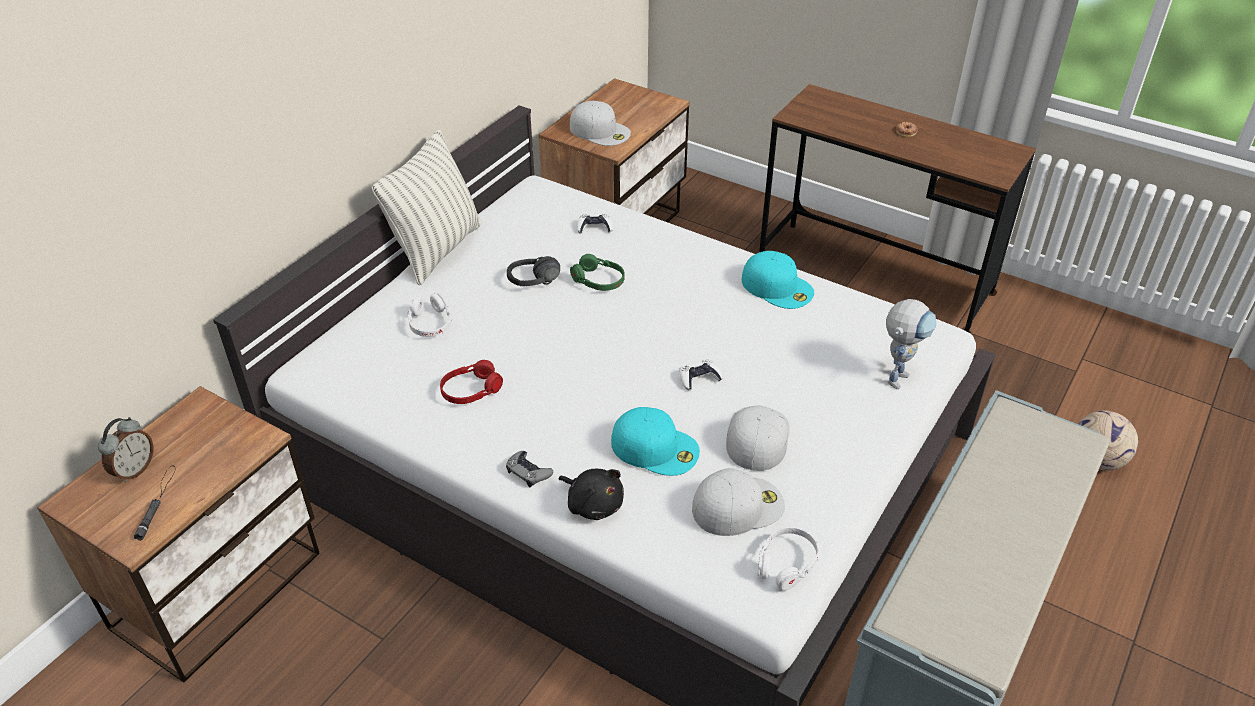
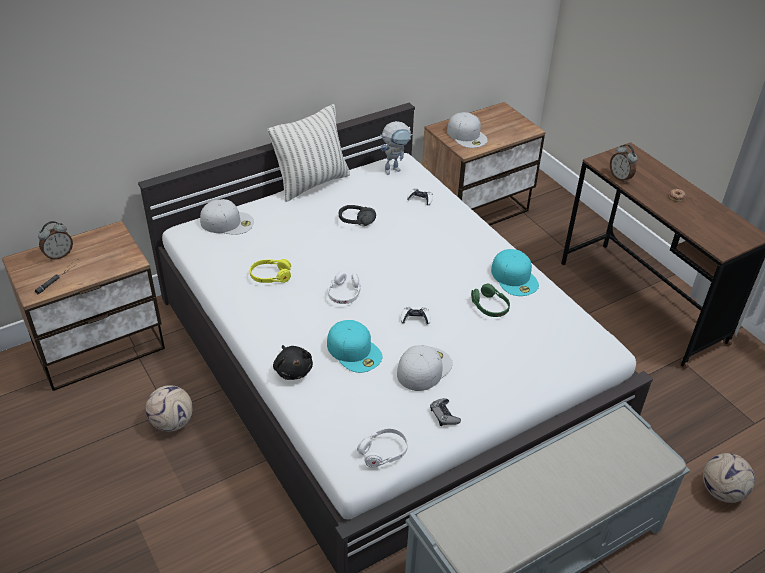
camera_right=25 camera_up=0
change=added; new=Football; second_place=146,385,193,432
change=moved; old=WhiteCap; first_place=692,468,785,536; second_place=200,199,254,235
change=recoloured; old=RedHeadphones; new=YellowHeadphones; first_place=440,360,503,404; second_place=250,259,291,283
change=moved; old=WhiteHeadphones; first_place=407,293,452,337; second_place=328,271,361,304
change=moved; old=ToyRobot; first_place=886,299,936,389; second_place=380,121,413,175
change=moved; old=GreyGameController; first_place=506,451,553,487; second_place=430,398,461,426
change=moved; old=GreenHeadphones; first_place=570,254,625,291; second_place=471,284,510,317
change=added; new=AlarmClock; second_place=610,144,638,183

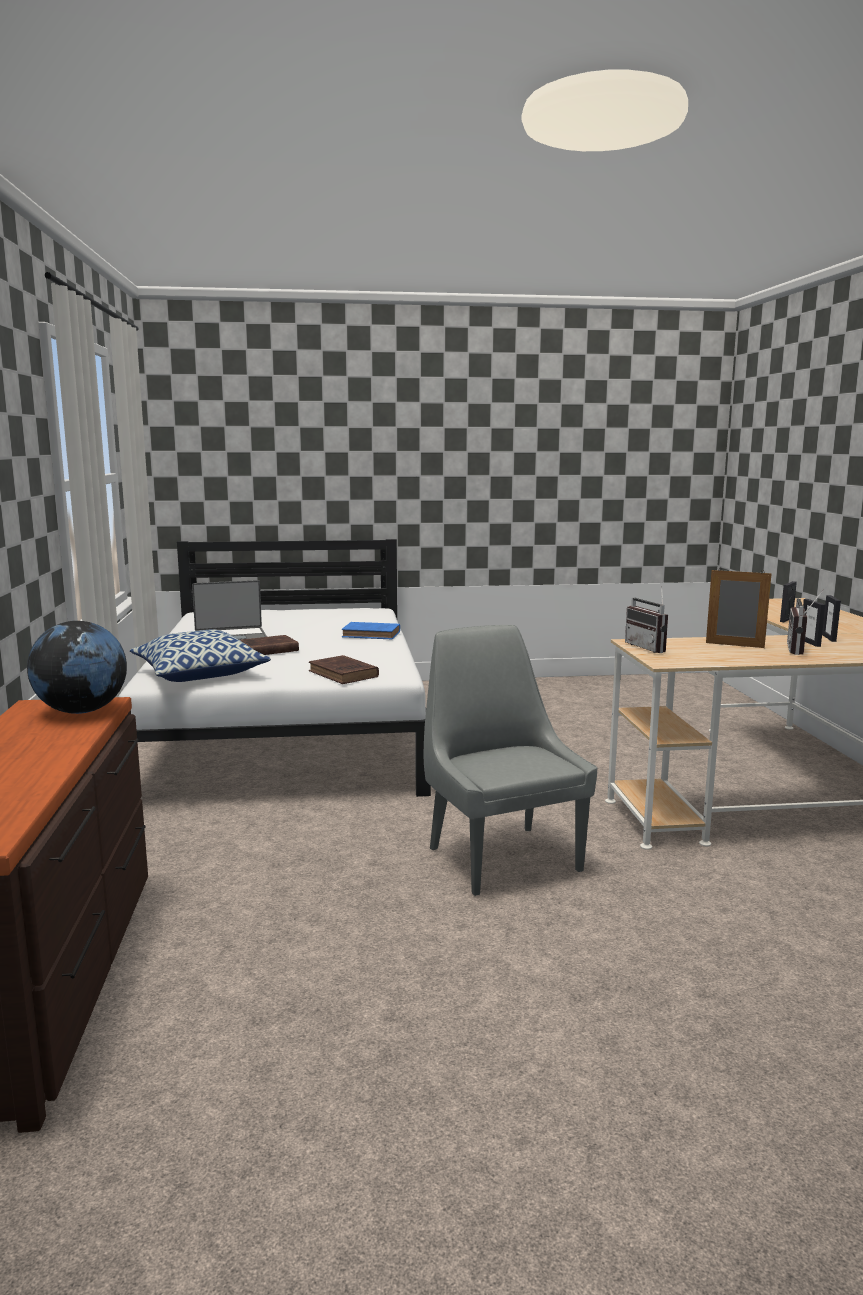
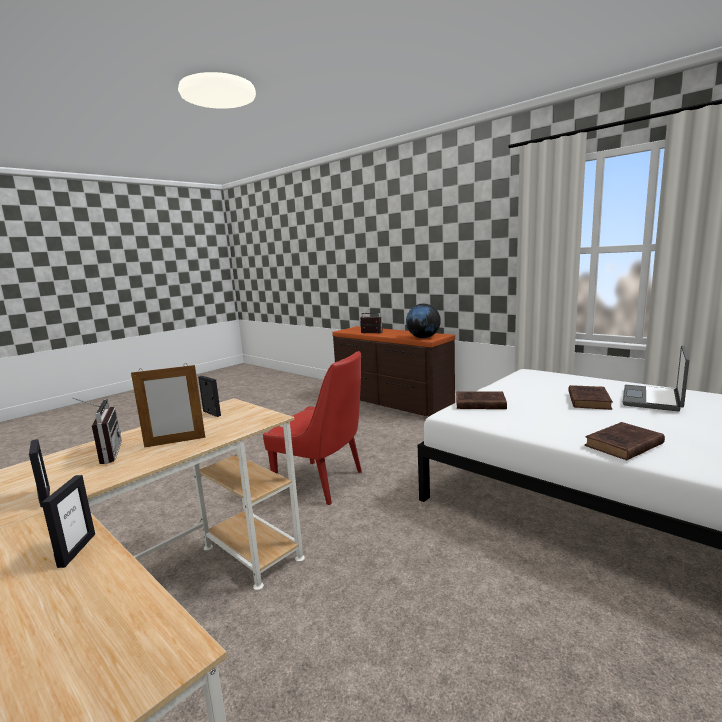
camera_right=140 camera_up=0
change=moved; old=PictureFrame; first_place=803,599,825,647; second_place=198,376,221,417
change=recoloured; old=GreyChair; new=RedChair; first_place=424,625,598,896; second_place=263,351,362,505
change=moved; old=Radio; first_place=625,586,668,653; second_place=360,309,383,334
change=recoloured; old=BlueBook; new=BrownBook; first_place=342,622,400,639; second_place=585,422,665,460
change=removed; old=Pillow; first_place=130,629,271,682

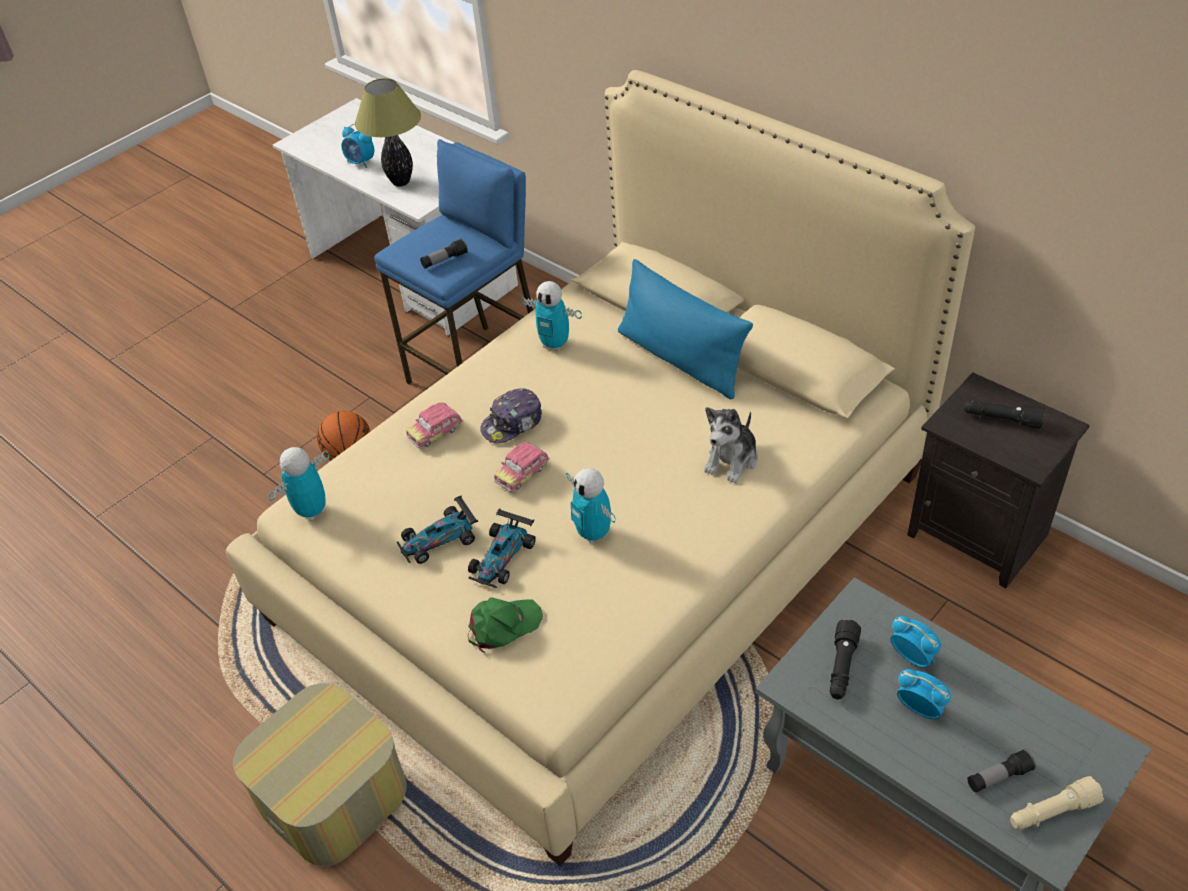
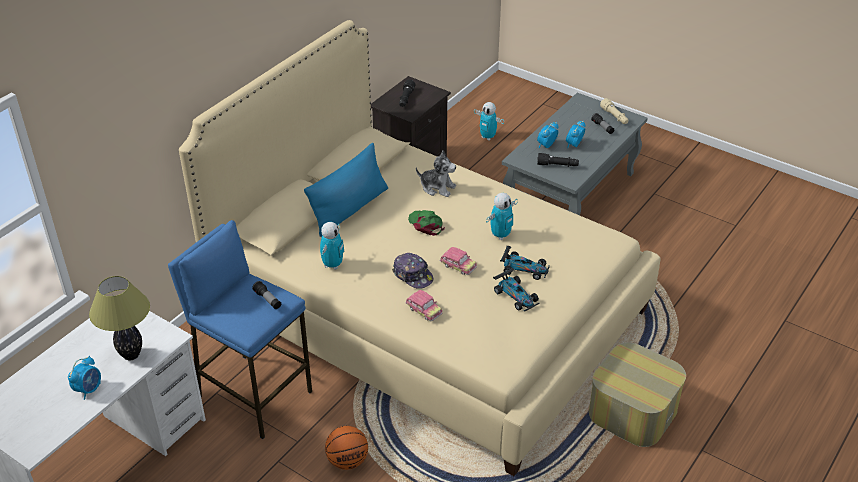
camera_right=-100 camera_up=-5
change=moved; old=GreenCap; first_place=468,598,543,653; second_place=408,210,445,236
change=moved; old=ToyRobot; first_place=269,447,330,521; second_place=474,102,504,141

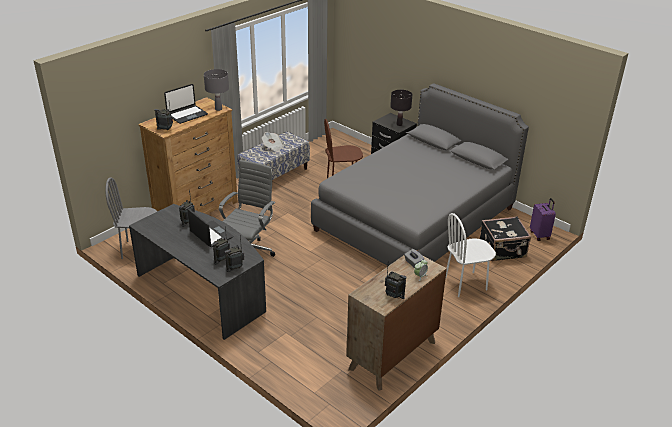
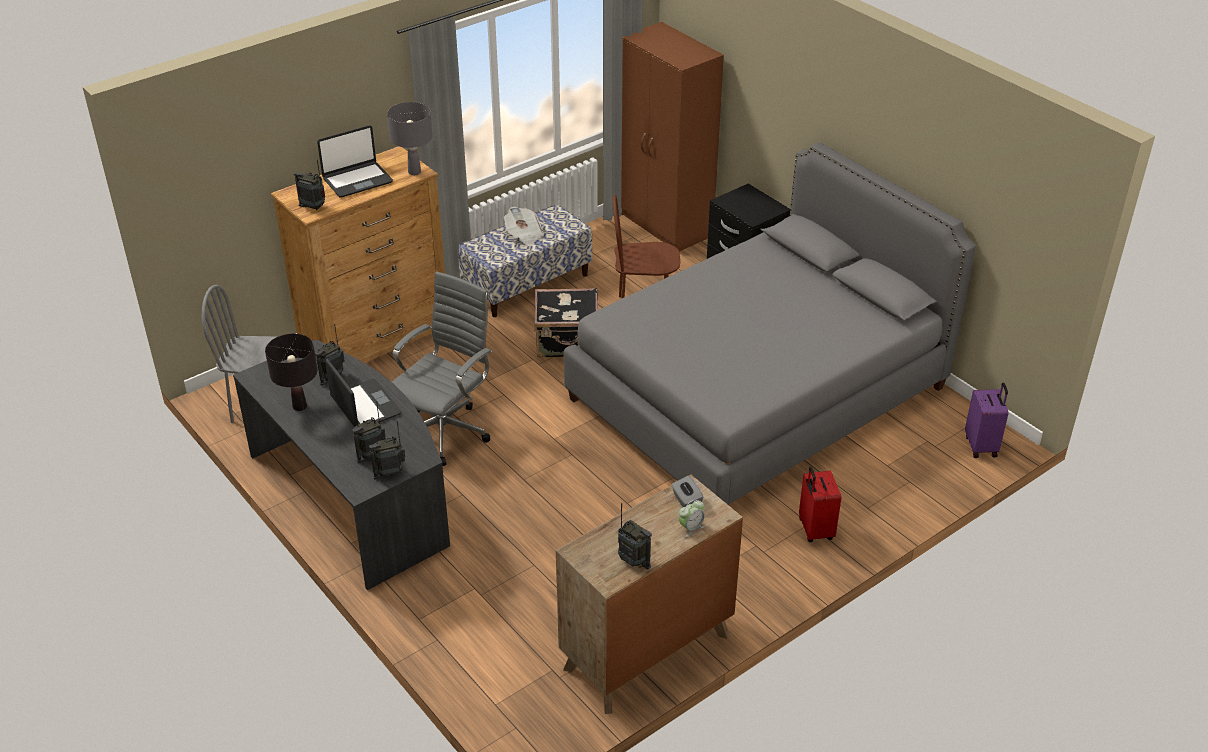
camera_right=10 camera_up=5
change=moved; old=BlackTableLamp; first_place=390,90,412,126; second_place=265,334,318,411
change=moved; old=BlackSuitcase; first_place=480,216,531,261; second_place=534,288,598,358
change=added; new=BrownWardrobe; second_place=621,22,724,252
change=replaced; old=WhiteChair; new=RedSuitcase; first_place=446,213,496,297; second_place=799,467,841,542

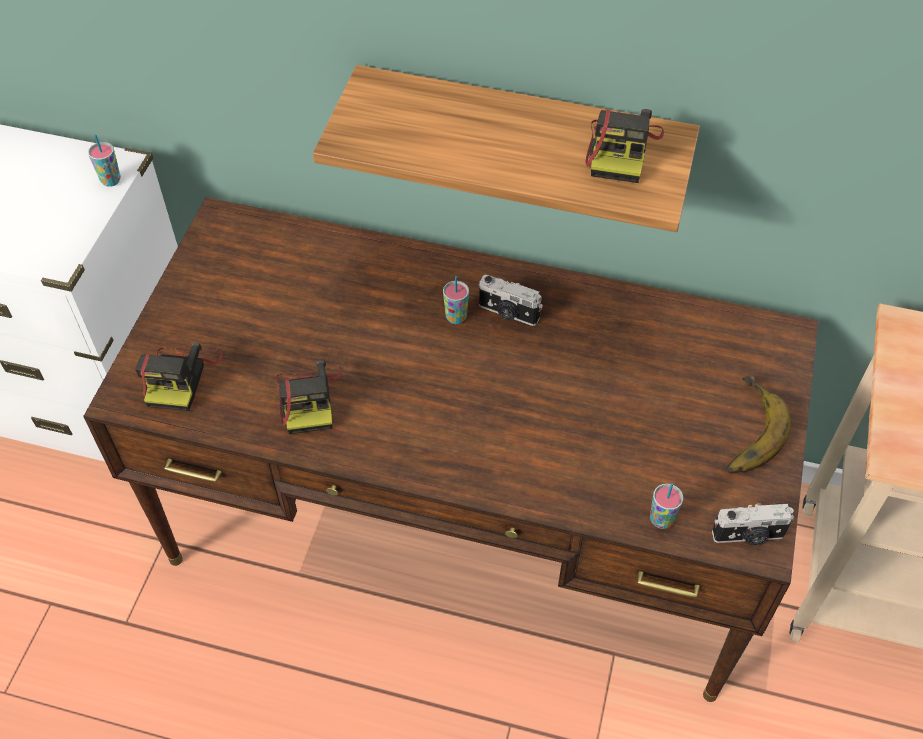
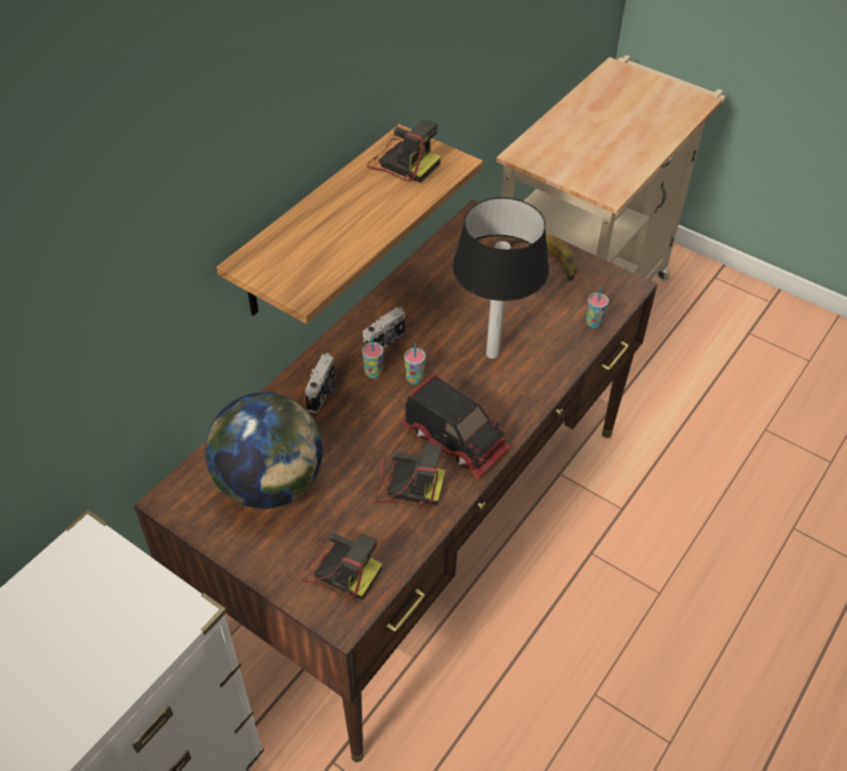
camera_right=-70 camera_up=-5
change=added; new=Globe; second_place=205,392,323,509
change=moved; old=PhotoCamera; first_place=712,503,794,546; second_place=305,353,335,413
change=added; new=ToyTruck; second_place=401,373,511,479
change=moved; old=Cup; first_place=88,134,121,187; second_place=404,343,426,385
change=added; new=TableLamp; second_place=452,197,549,359

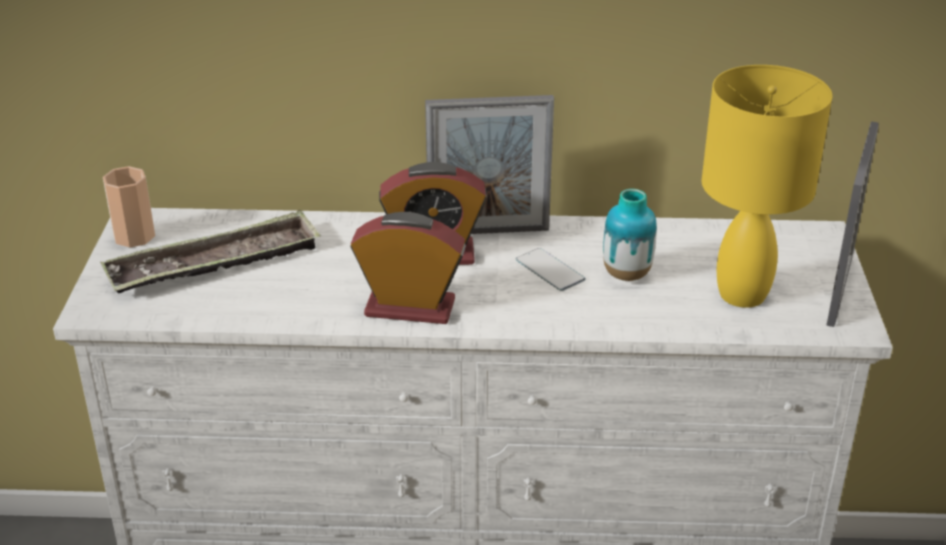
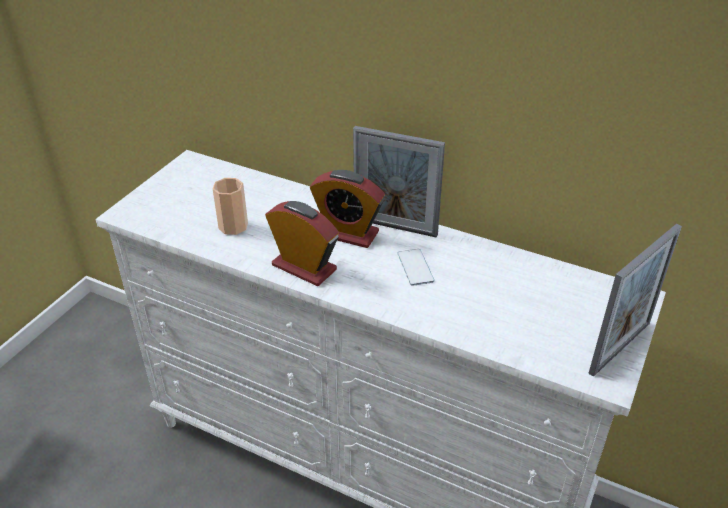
camera_right=25 camera_up=5
change=moved; old=Cup; first_place=103,166,155,247; second_place=212,178,248,235
change=removed; old=Tray; first_place=100,210,320,293
change=removed; old=Vase; first_place=603,189,657,281
change=removed; old=YellowTableLamp; first_place=702,65,832,308

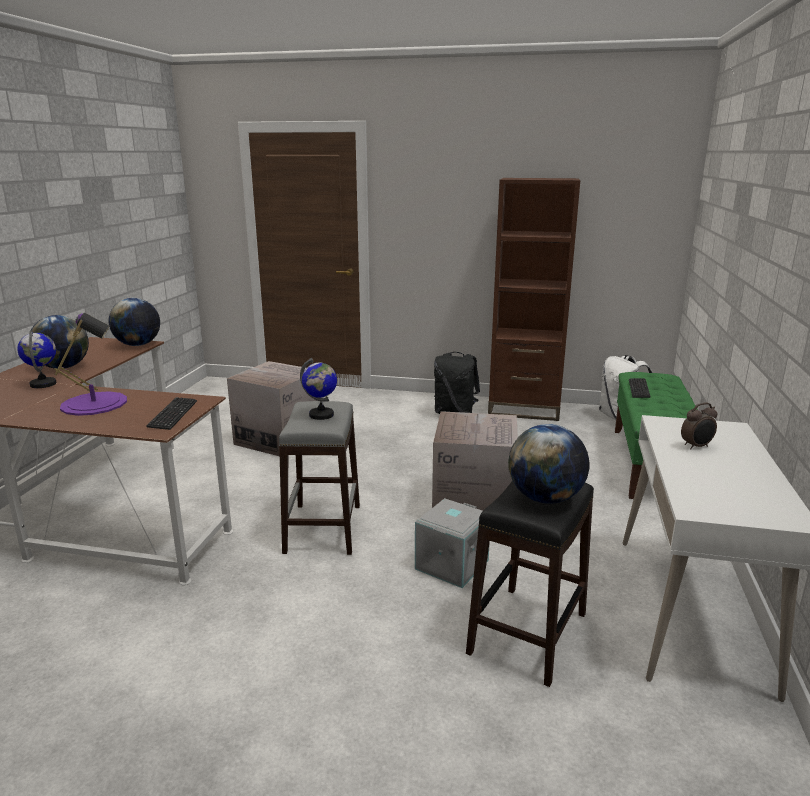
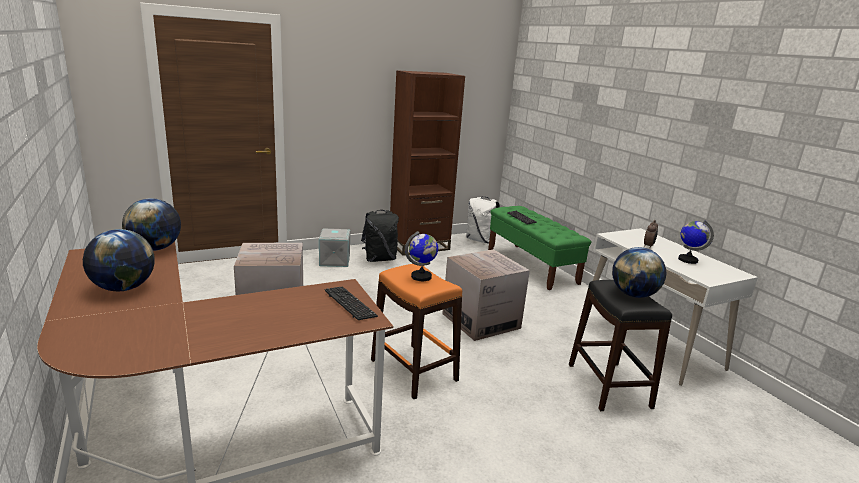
camera_right=-40 camera_up=0
change=moved; old=GreyStorageBox; first_place=415,498,490,588; second_place=319,229,350,267
change=recoloured; old=GreyStool; new=OrangeStool; first_place=279,401,360,555; second_place=371,264,462,399
change=moved; old=Globe; first_place=17,331,56,388; second_place=678,220,714,264
change=removed; old=PurpleTableLamp; first_place=54,313,127,416

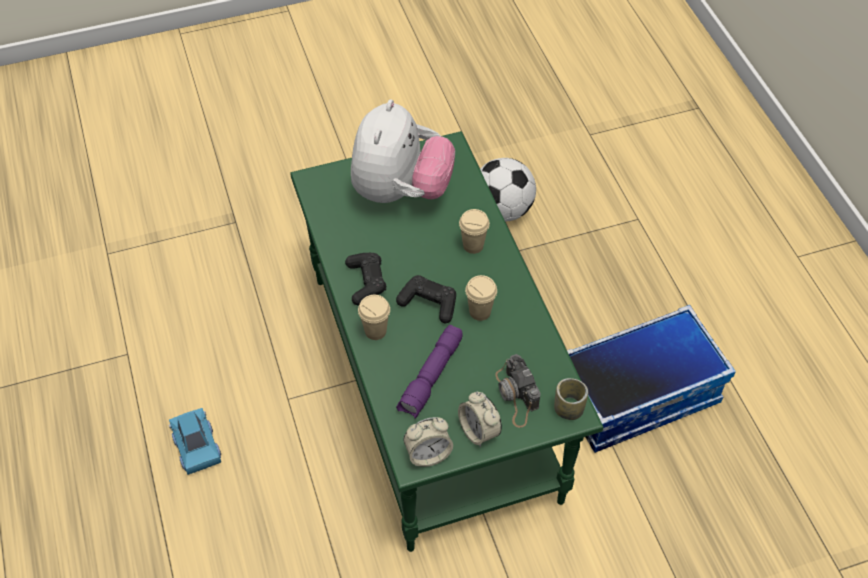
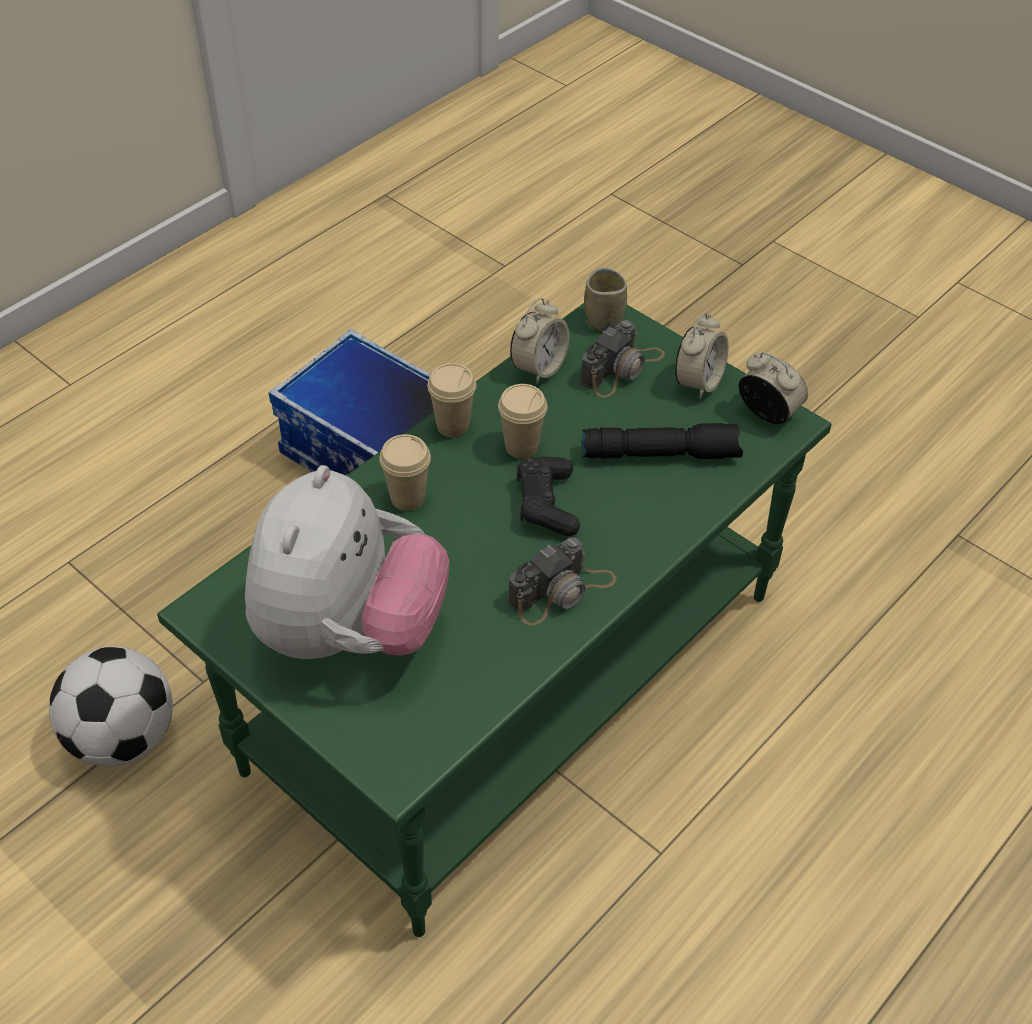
camera_right=-120 camera_up=-5
change=turned; old=PlushToy; first_place=351,99,455,203; second_place=245,465,449,659; degrees=120
change=moved; old=BeigeCup; first_place=358,295,390,340; second_place=427,363,476,437
change=replaced; old=BlackGameController; new=PhotoCamera; first_place=345,253,386,306; second_place=508,537,616,626
change=added; new=AlarmClock; second_place=510,298,569,384
change=recoloured; old=PurpleFlashlight; new=BlackFlashlight; first_place=396,325,463,419; second_place=581,423,743,459
change=removed; old=BlueToyCar; first_place=169,408,221,475

